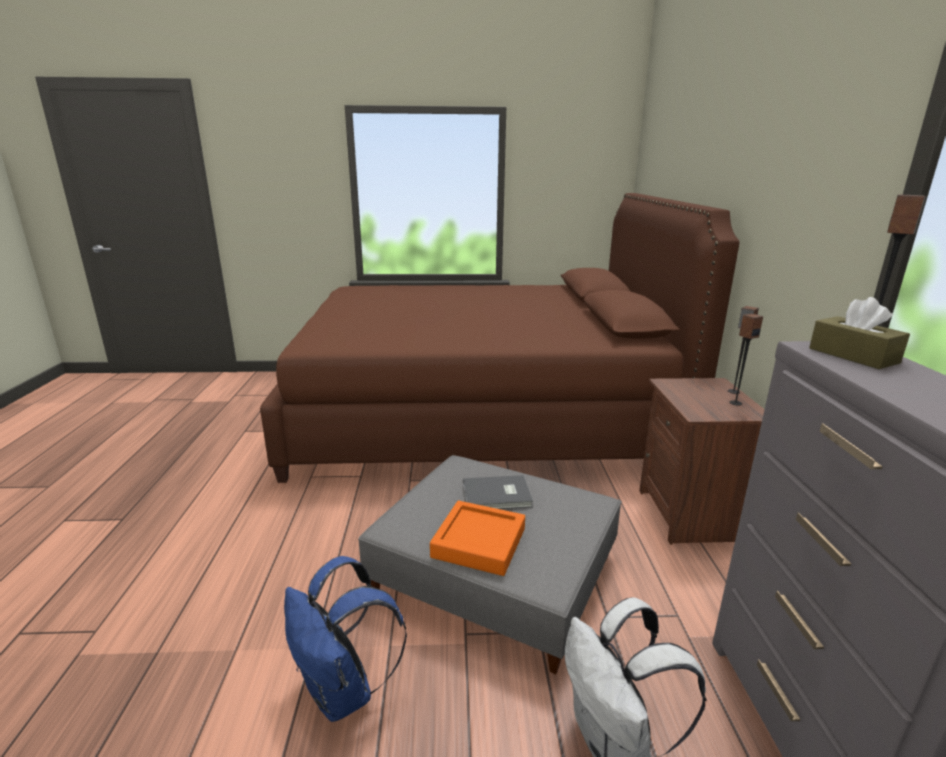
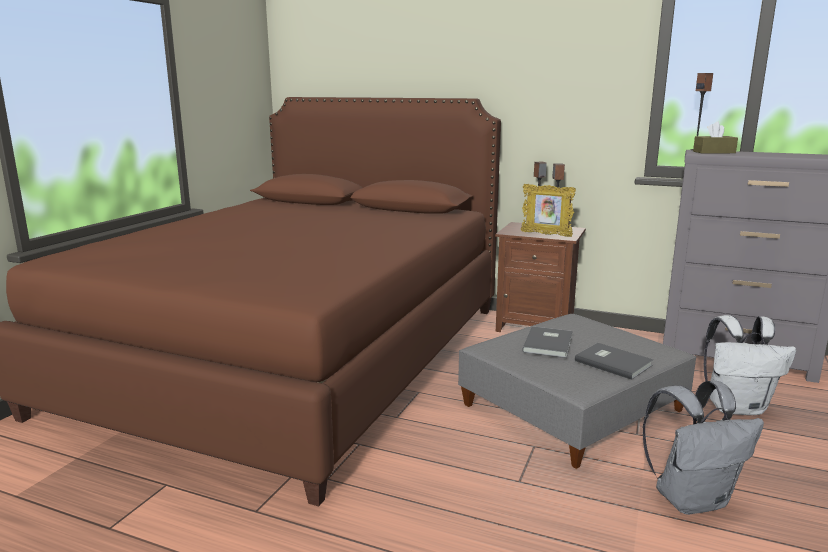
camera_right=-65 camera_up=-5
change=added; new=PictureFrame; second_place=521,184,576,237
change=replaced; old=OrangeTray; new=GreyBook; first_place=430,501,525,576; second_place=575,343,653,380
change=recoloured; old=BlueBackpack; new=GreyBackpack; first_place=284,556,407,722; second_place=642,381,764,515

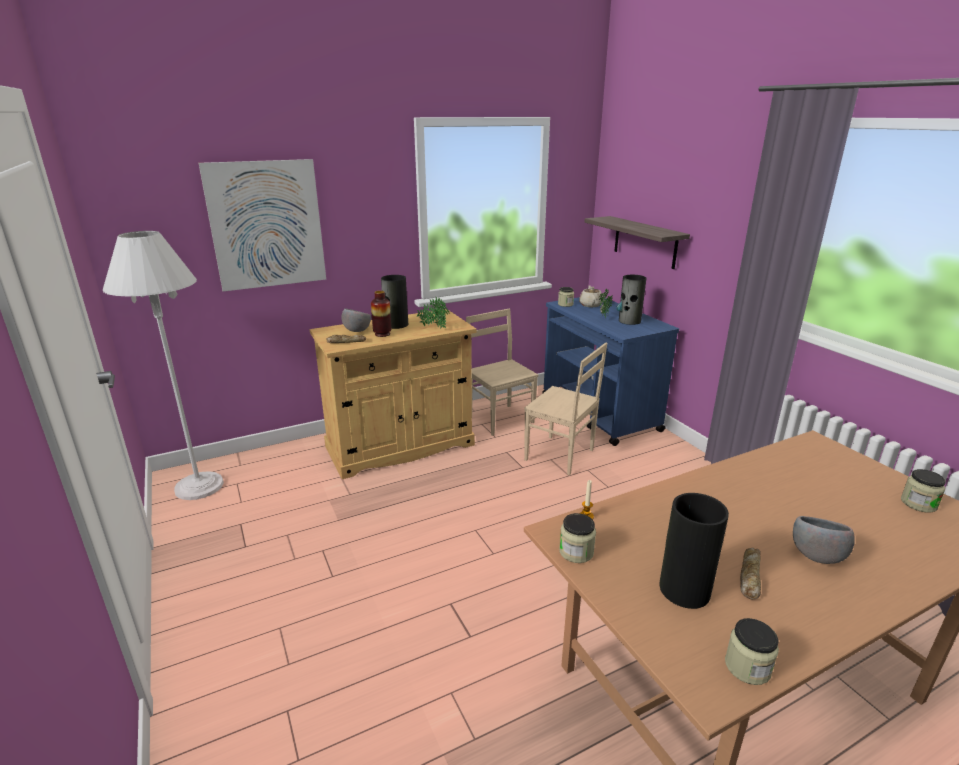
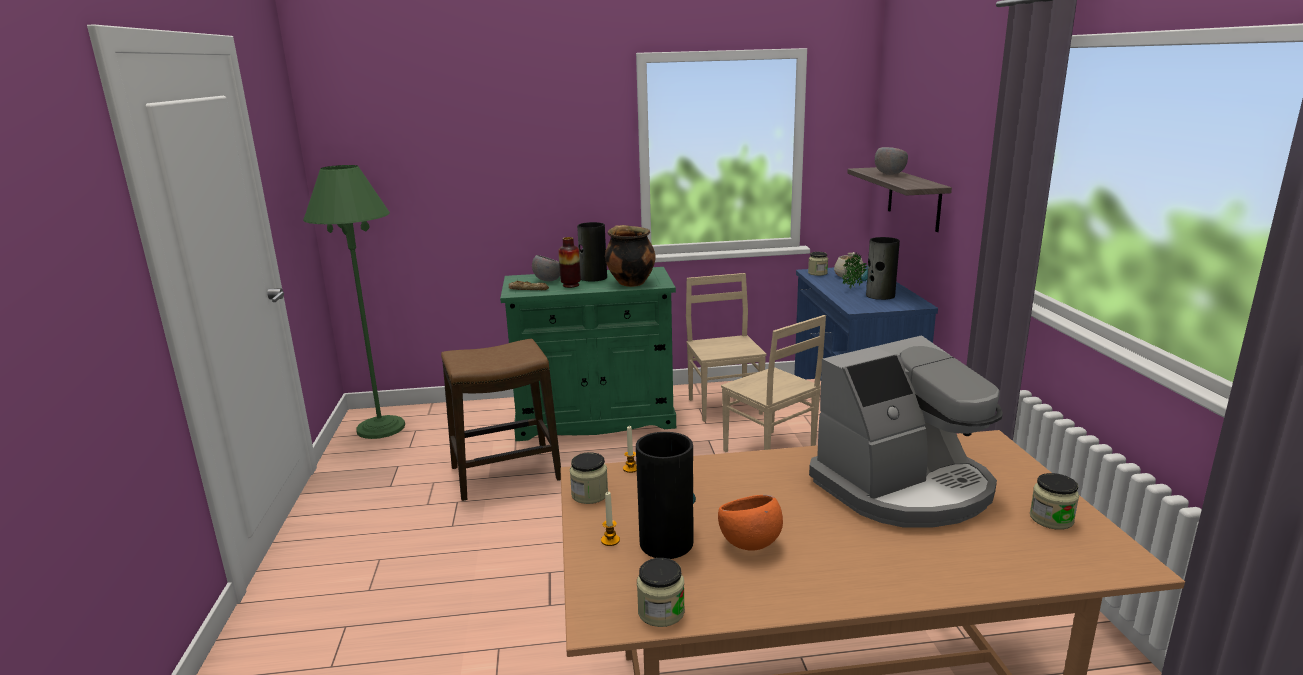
camera_right=20 camera_up=-5
change=recoloured; old=WhiteFloorLamp; new=GreenFloorLamp; first_place=102,231,224,500; second_place=303,165,405,439
change=added; new=Stool; second_place=441,339,561,501
change=recoloured; old=BeigeCabinet; new=GreenCabinet; first_place=310,309,477,479; second_place=500,267,676,441
change=added; new=Candle; second_place=601,492,620,546
change=replaced; old=PottedPlant; new=CookingPot; first_place=417,298,449,329; second_place=605,225,656,287
change=replaced; old=Bread; new=OrangeBowl; first_place=740,548,761,600; second_place=718,495,783,551
change=added; new=CoffeeMachine; second_place=809,335,1003,528
change=moved; old=GreyBowl; first_place=793,516,855,564; second_place=875,147,908,175
change=removed; old=Picture; first_place=199,159,326,291

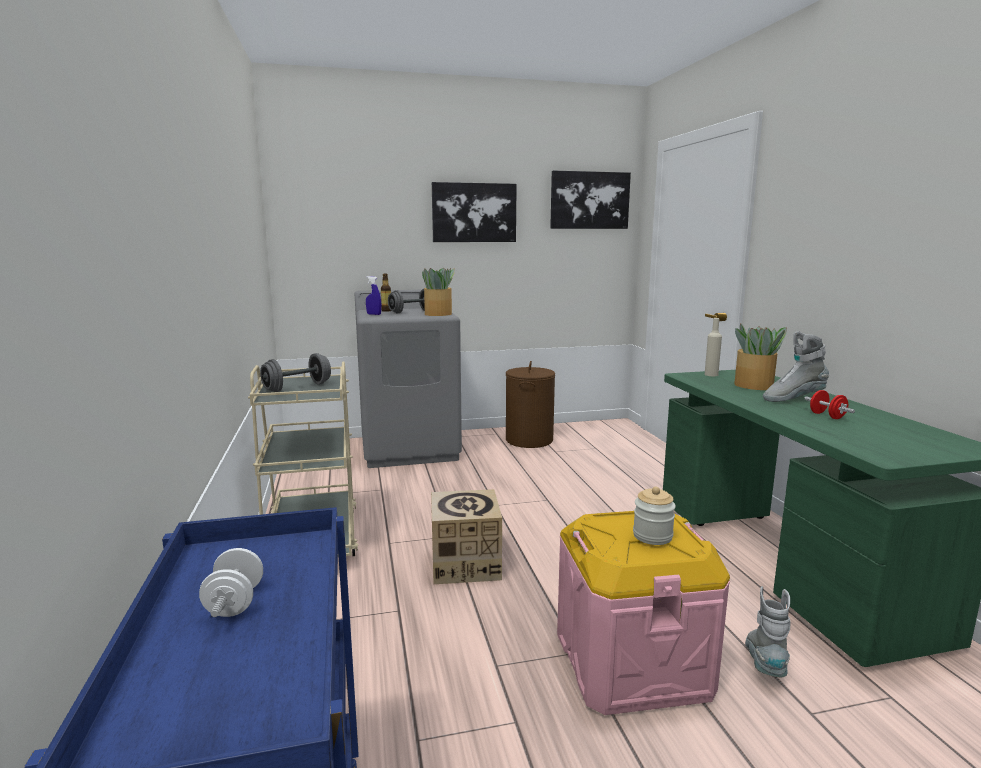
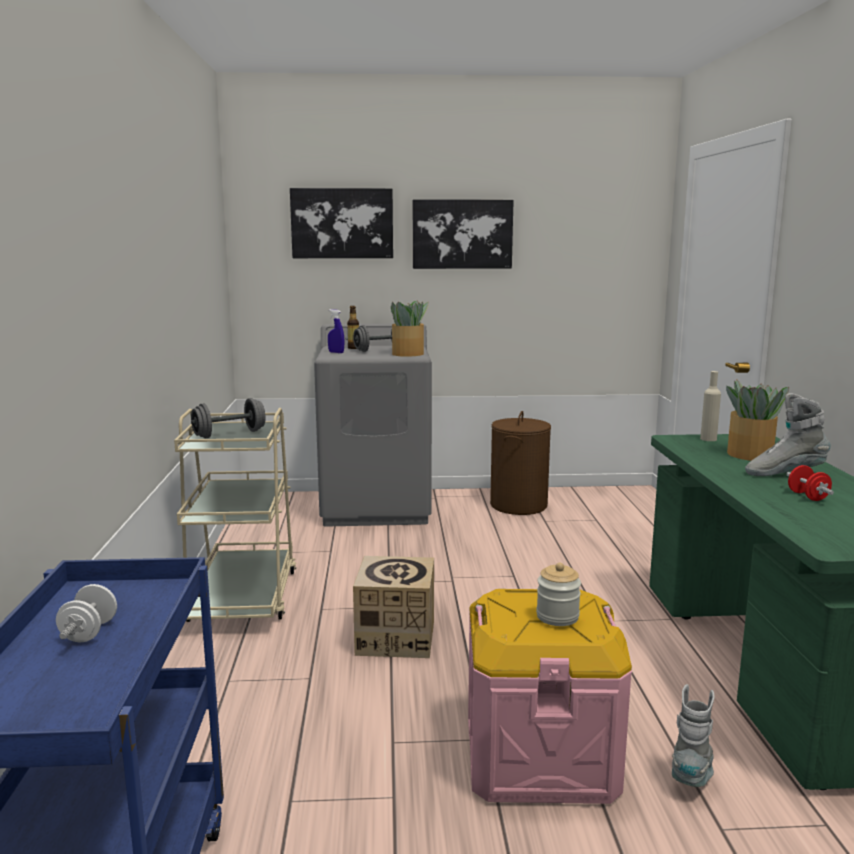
camera_right=10 camera_up=0
change=moved; old=Picture; first_place=550,171,631,229; second_place=290,188,393,258

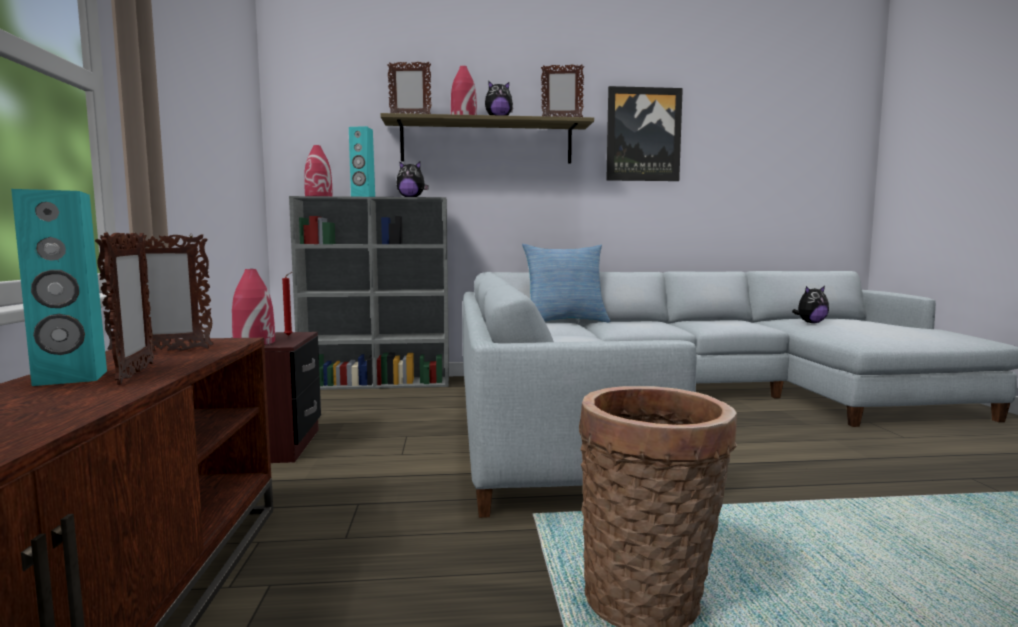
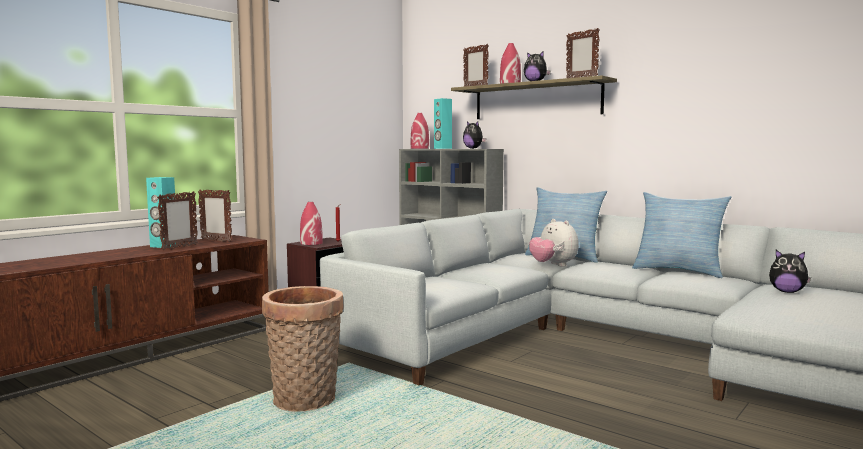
camera_right=45 camera_up=0
change=added; new=PlushToy; second_place=529,219,579,267
change=added; new=Pillow; second_place=632,192,731,278
change=removed; old=Picture; first_place=606,86,683,181

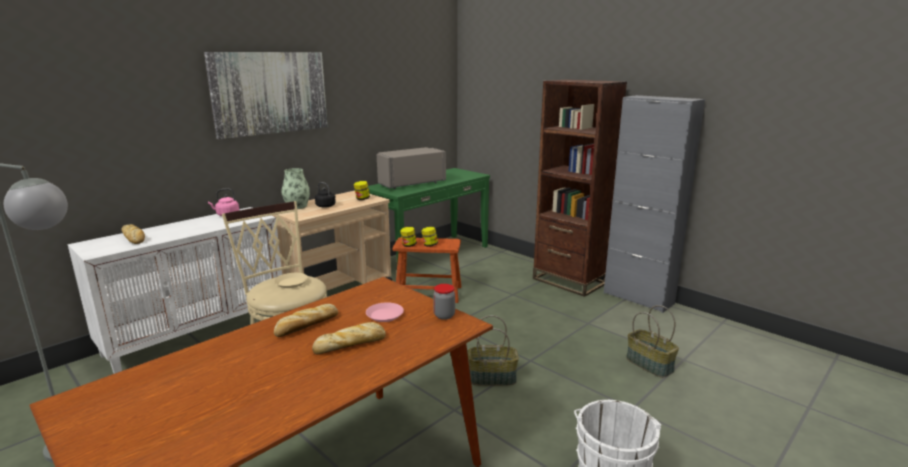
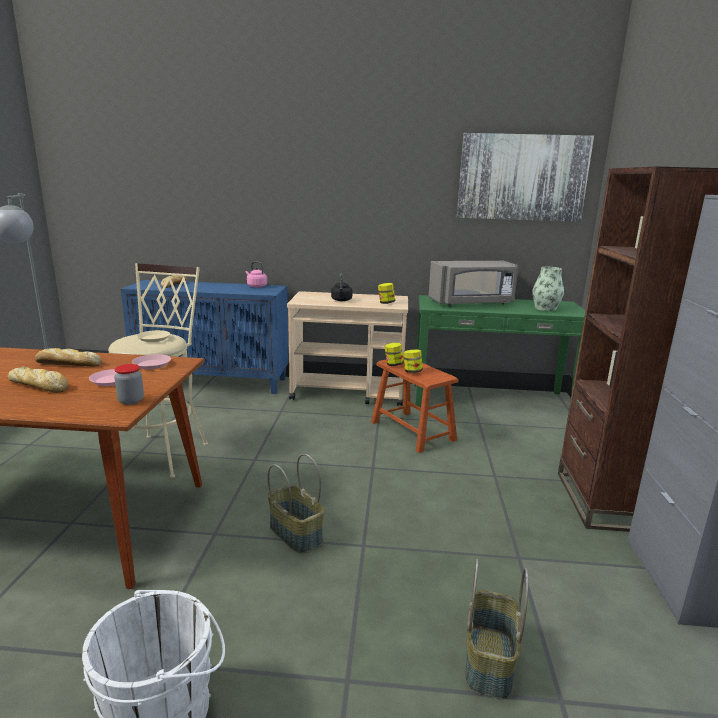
camera_right=50 camera_up=0
change=recoloured; old=WhiteCabinet; new=BlueCabinet; first_place=67,207,282,374; second_place=121,280,289,394
change=added; new=PinkPlate; second_place=132,354,171,369
change=turned; old=GreyMicrowave; first_place=377,147,446,190; second_place=428,261,519,306; degrees=150
change=moved; old=Picture; first_place=204,52,327,139; second_place=457,133,594,222
change=moved; old=Vase; first_place=281,168,310,209; second_place=532,267,564,311

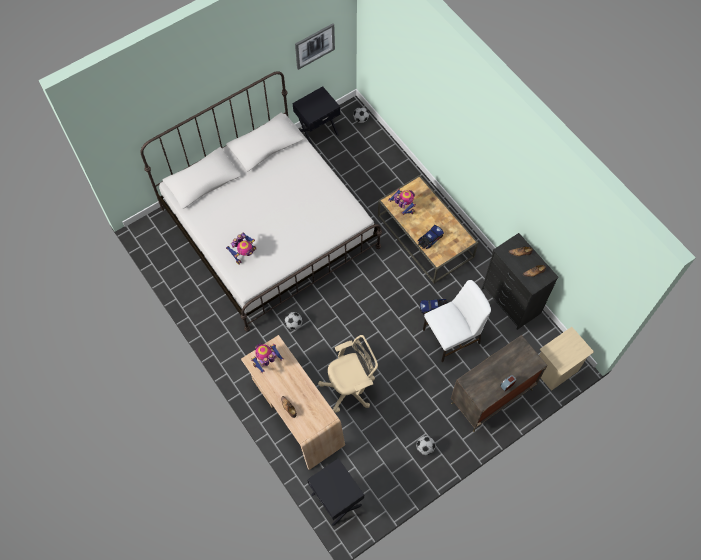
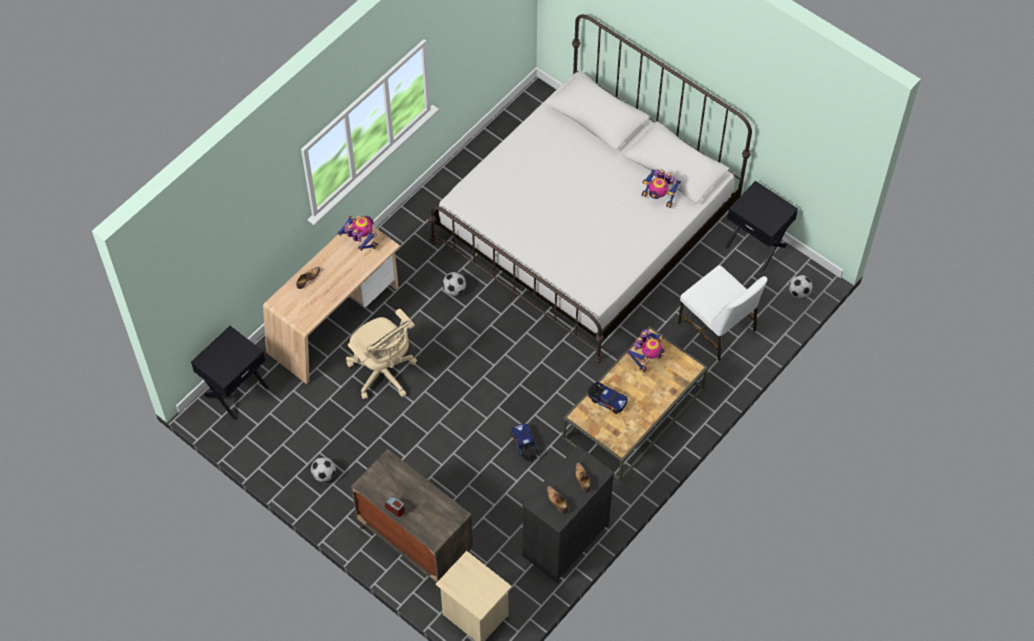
camera_right=75 camera_up=-5
change=moved; old=ToyRobot; first_place=226,233,257,265; second_place=642,169,681,208
change=moved; old=WhiteChair; first_place=423,280,491,362; second_place=678,265,767,361
change=removed; old=Picture; first_place=295,23,335,70

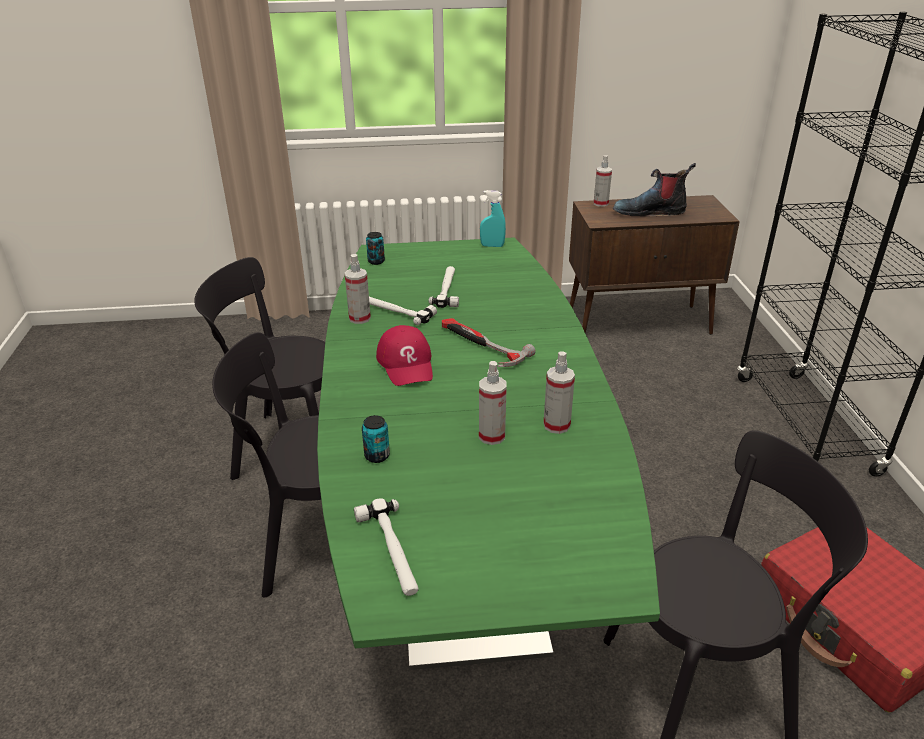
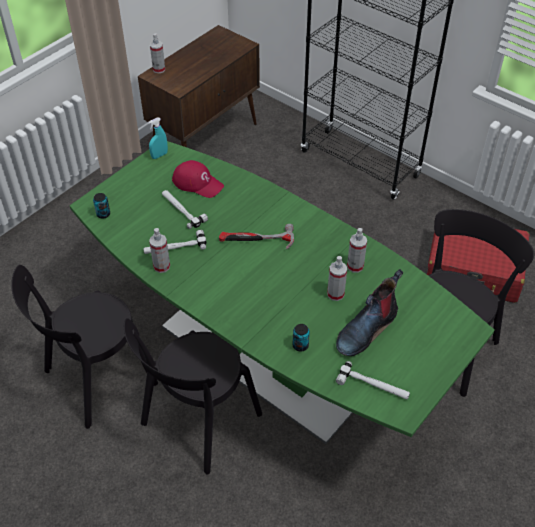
camera_right=-45 camera_up=15
change=moved; old=RedCap; first_place=376,325,433,386; second_place=172,160,224,198
change=moved; old=Boot; first_place=613,163,696,217; second_place=336,269,403,356

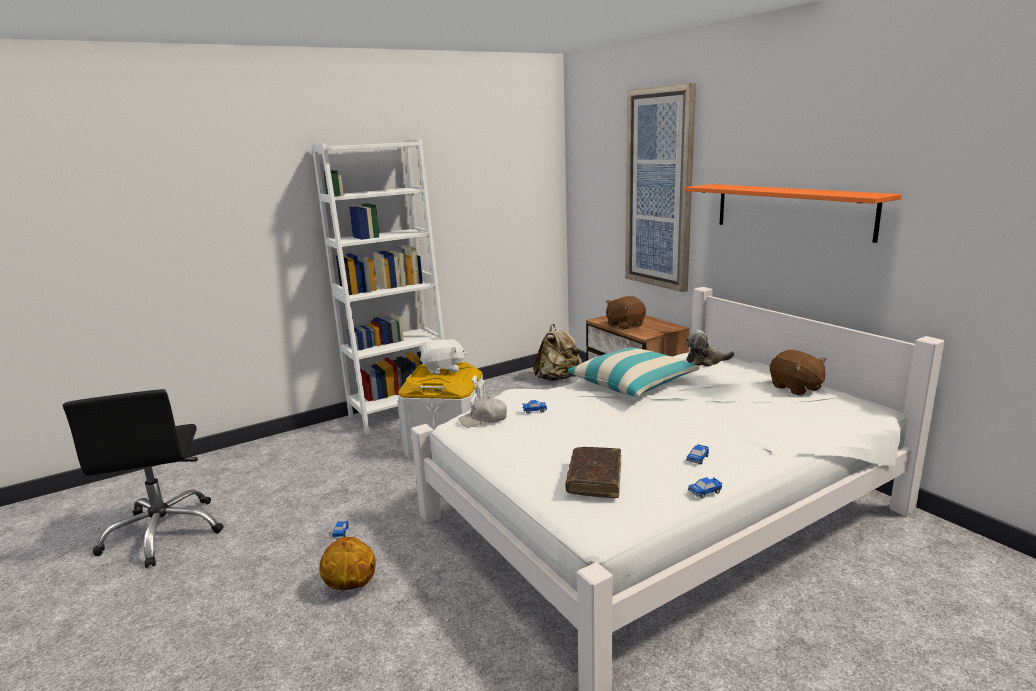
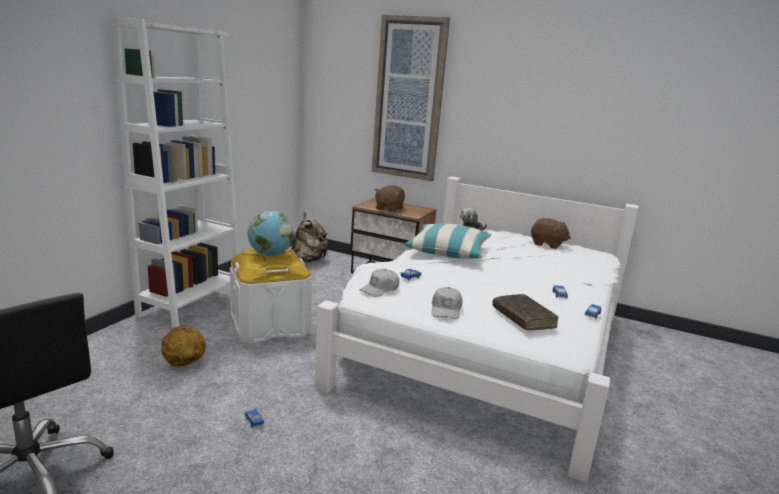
camera_right=-35 camera_up=0
change=moved; old=Basketball; first_place=319,537,376,590; second_place=161,325,206,366
change=replaced; old=WhitePlushToy; new=Globe; first_place=420,338,467,375; second_place=248,211,294,256
change=added; new=WhiteCap; second_place=432,287,463,319
change=removed; old=OrangeShelf; first_place=685,184,902,243

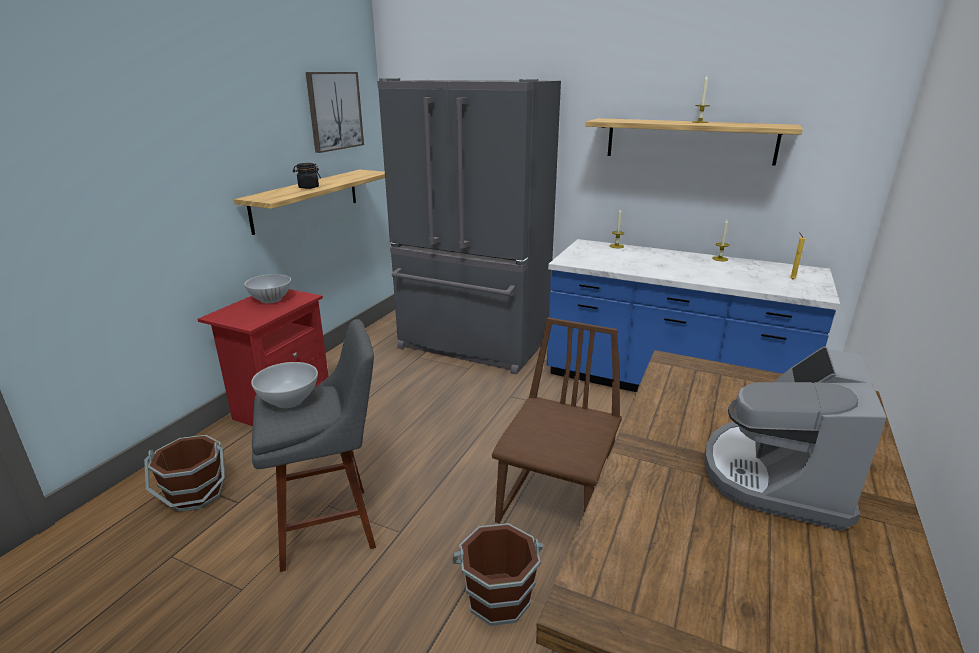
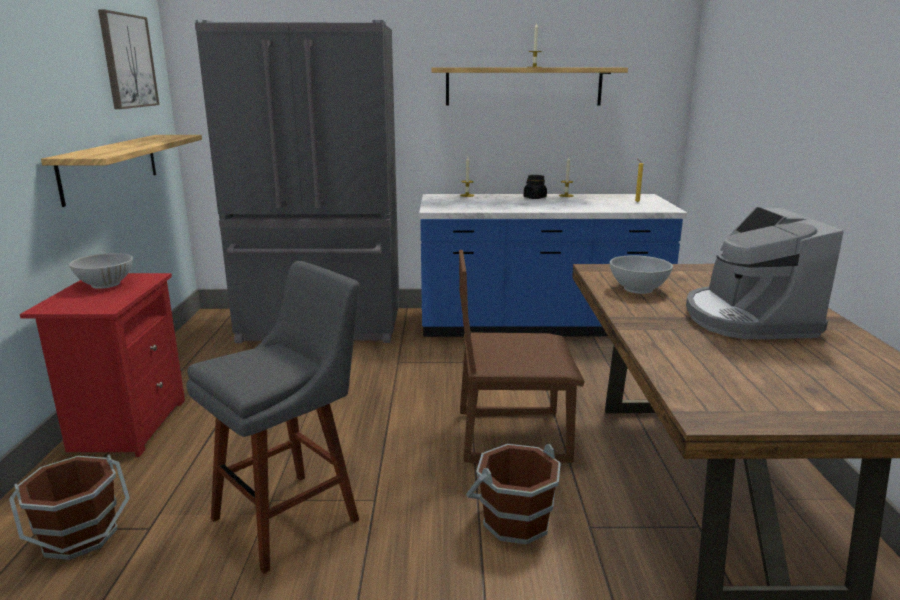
camera_right=-25 camera_up=-5
change=turned; old=BrownChair; first_place=492,317,622,524; second_place=459,250,585,464; degrees=-90
change=moved; old=BlackJar; first_place=293,163,321,189; second_place=524,175,547,199
change=moved; old=WhiteBowl; first_place=251,362,318,408; second_place=610,255,673,294

